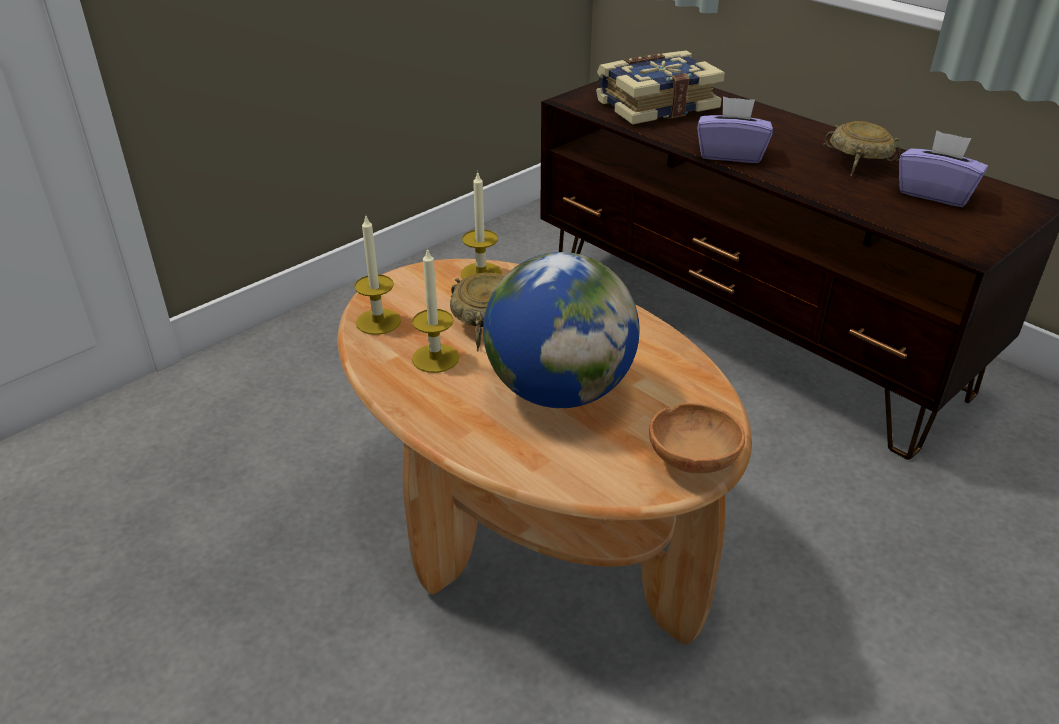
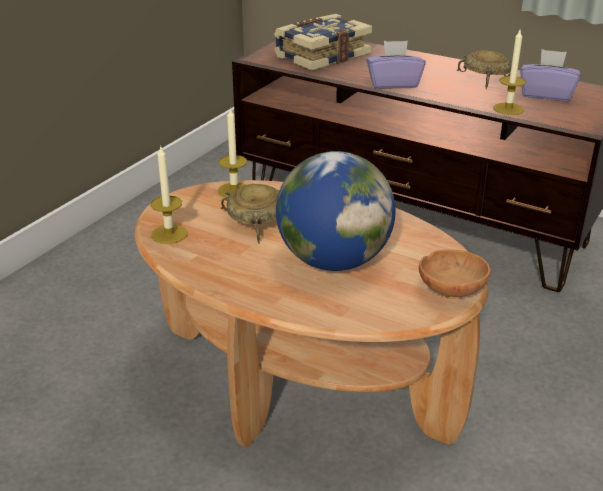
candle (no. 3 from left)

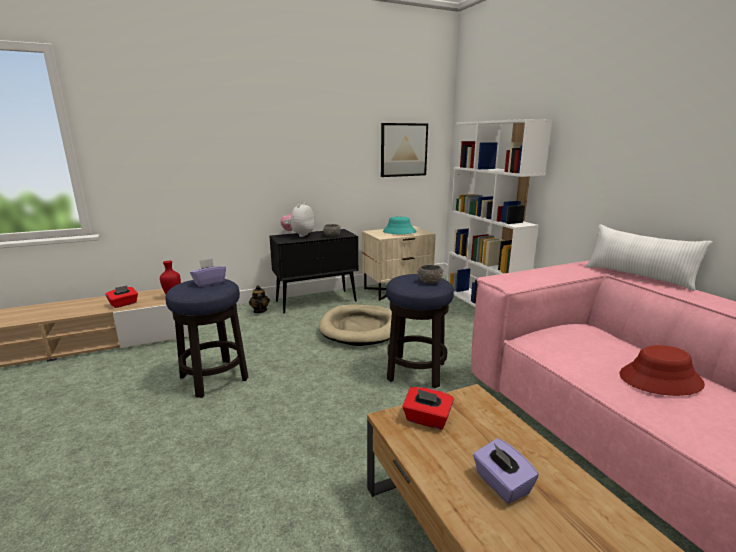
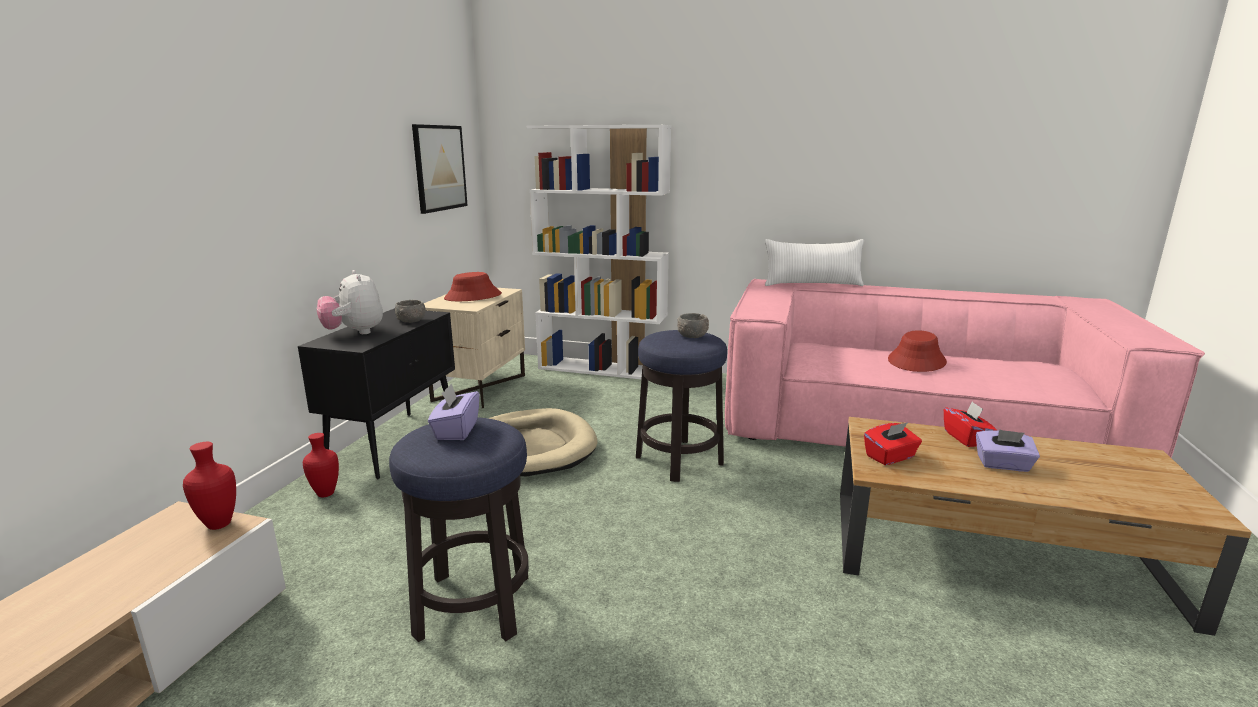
tissue box (red) (no. 2 from left); vase (red) (no. 2 from left); hat (red) (no. 1 from left)

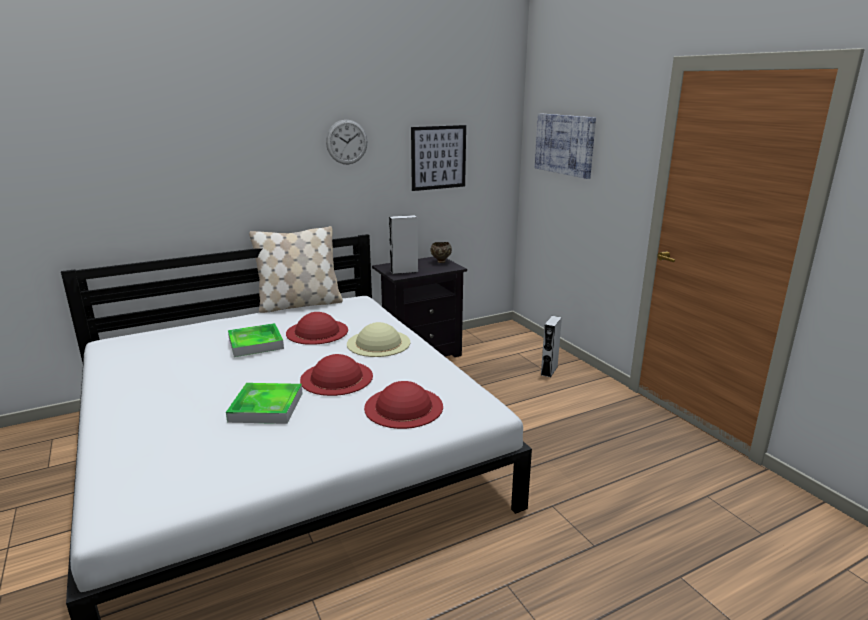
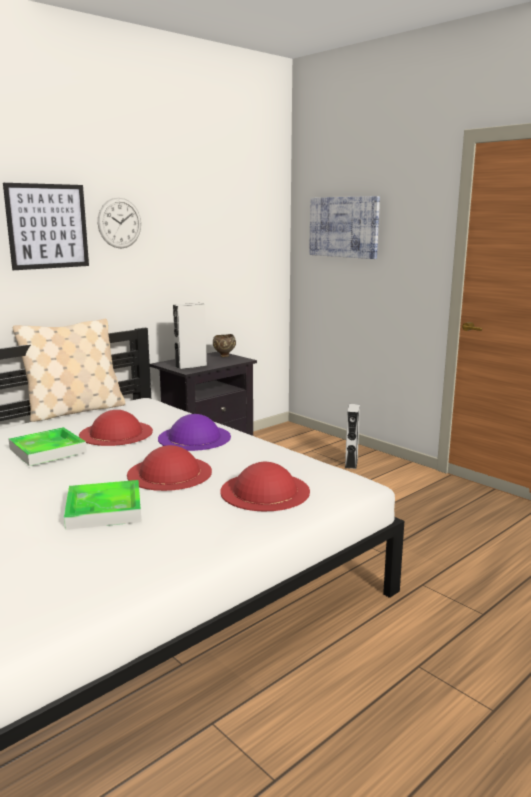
hat (purple); picture (no. 1 from left)

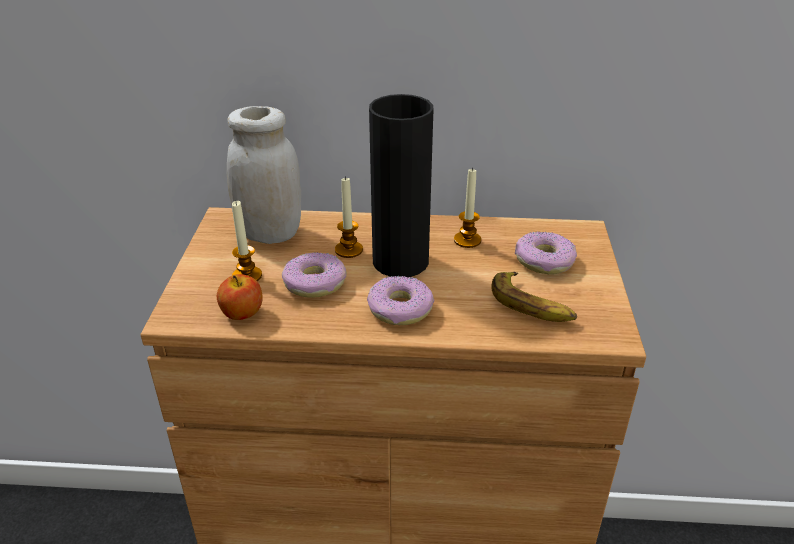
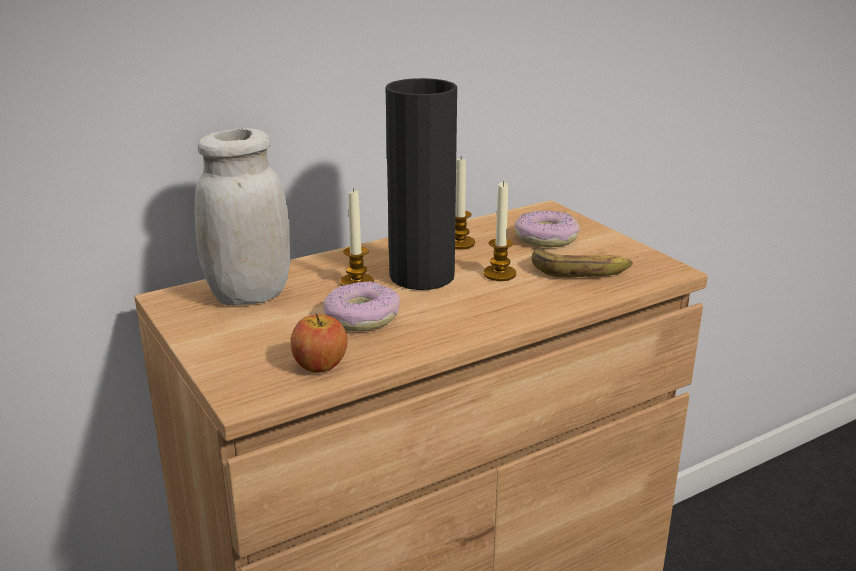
candle (no. 3 from left); donut (no. 2 from left in the first image)

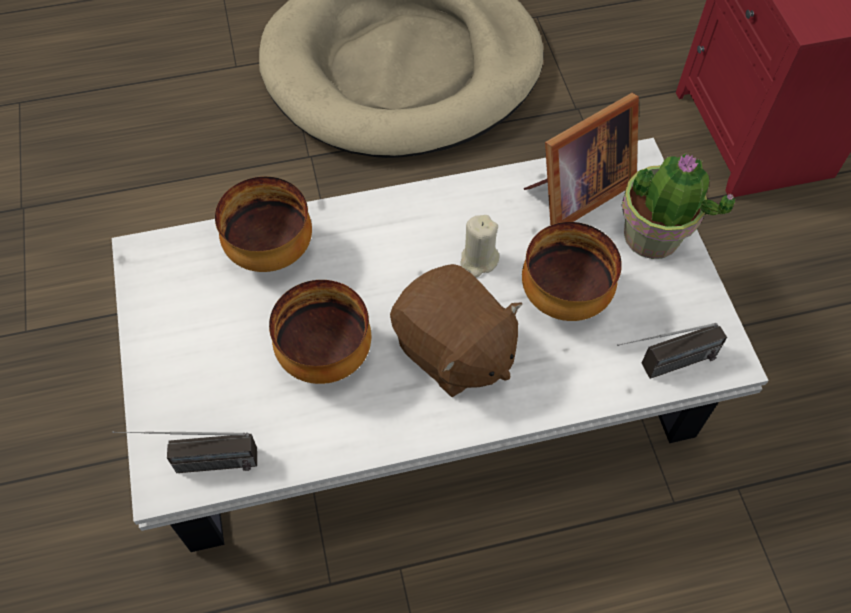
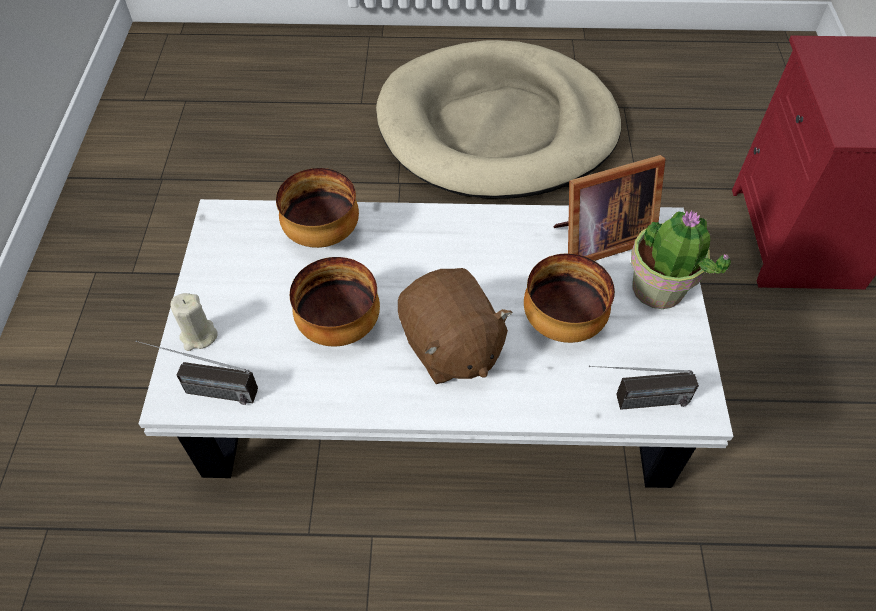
candle (beige)

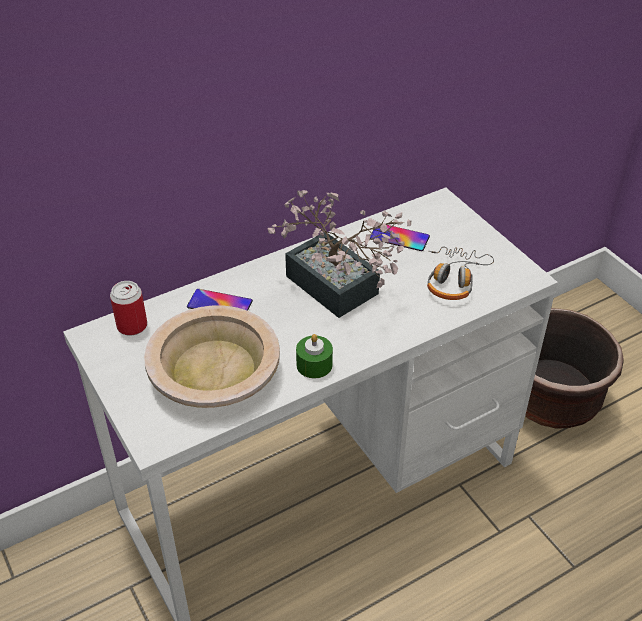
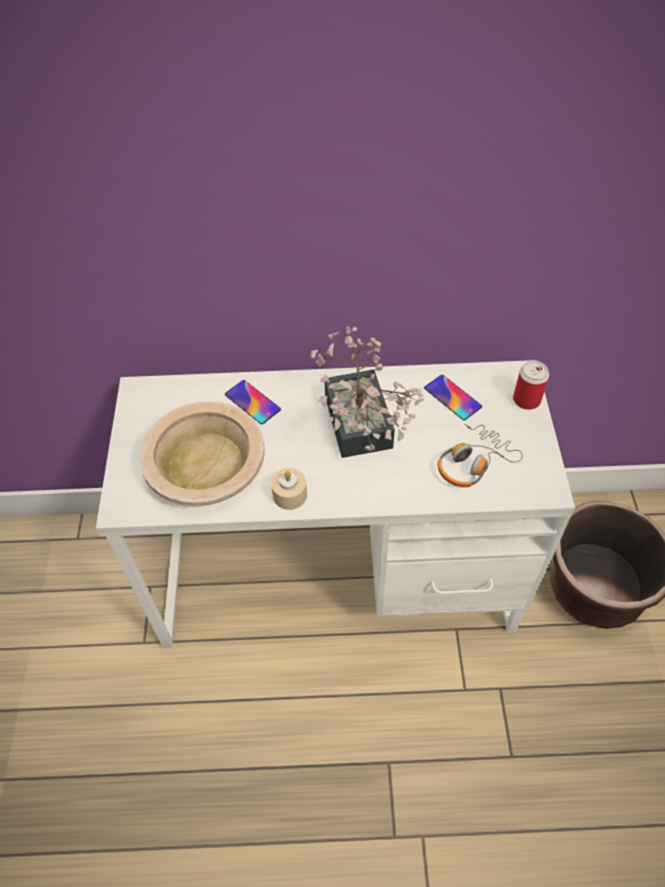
can; candle (beige)

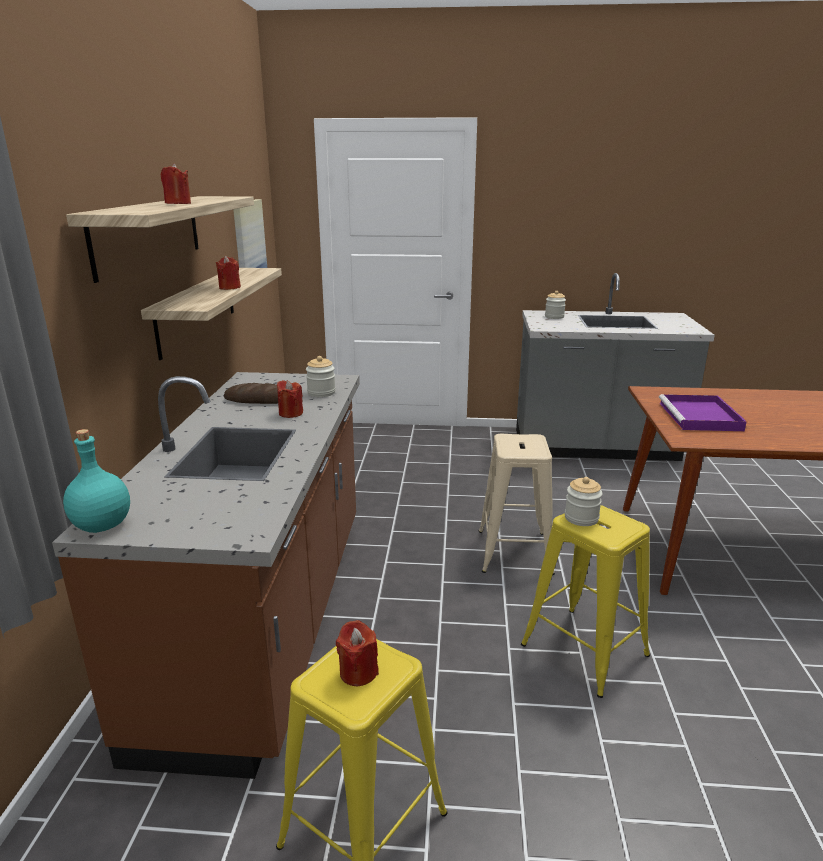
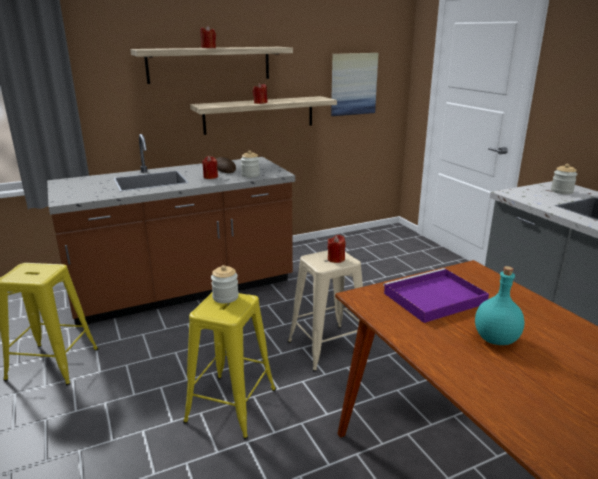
bottle (turquoise); candle (red) (no. 4 from left)

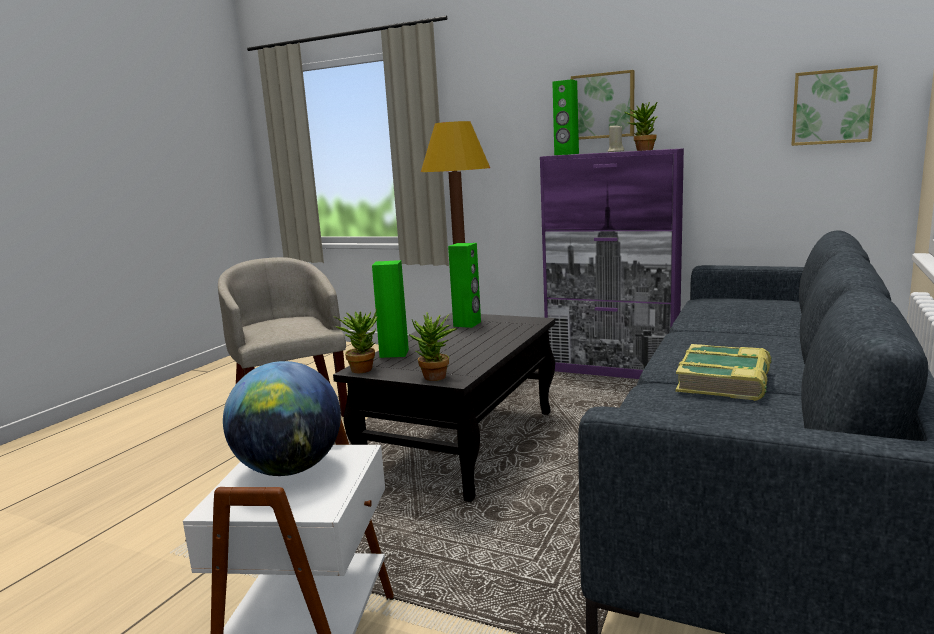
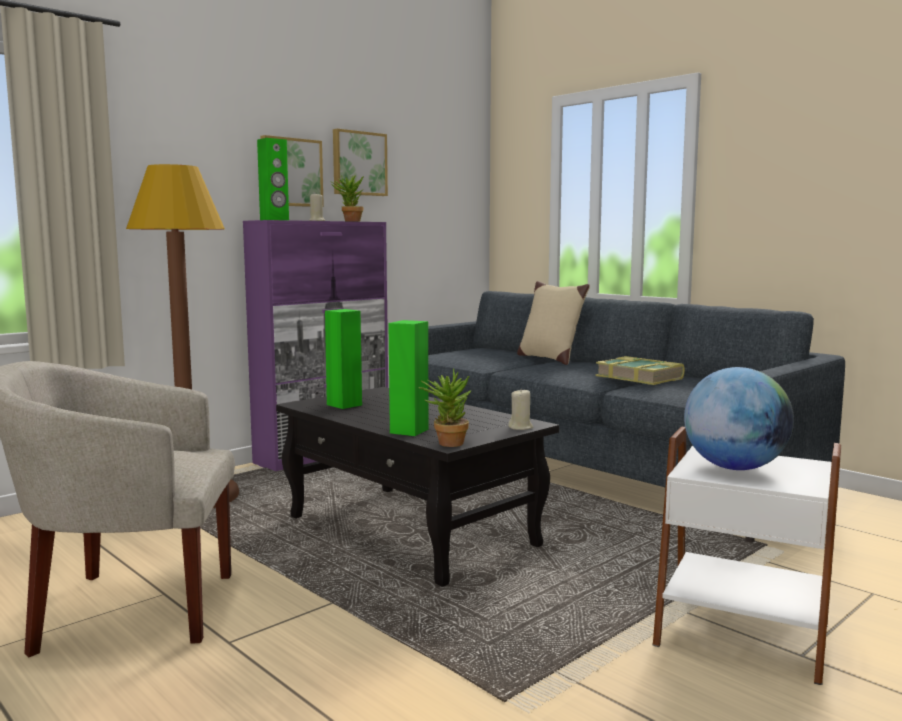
candle (beige) (no. 2 from left); picture (no. 2 from left); pillow (beige)

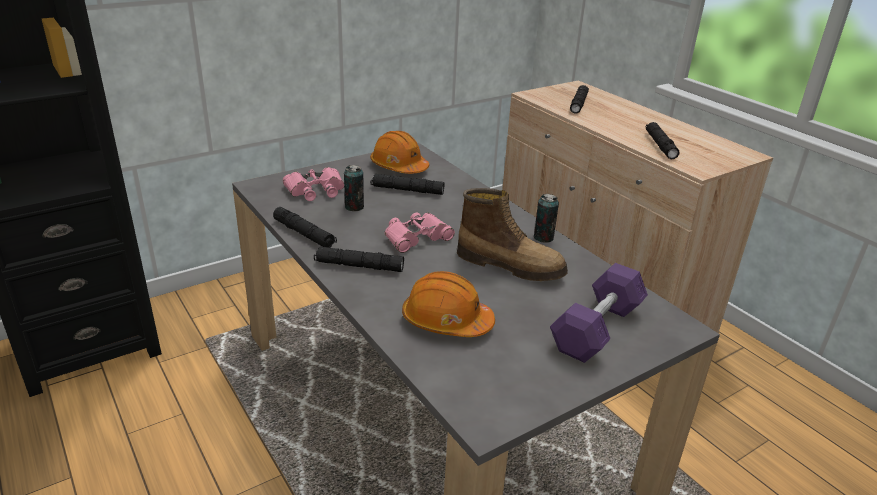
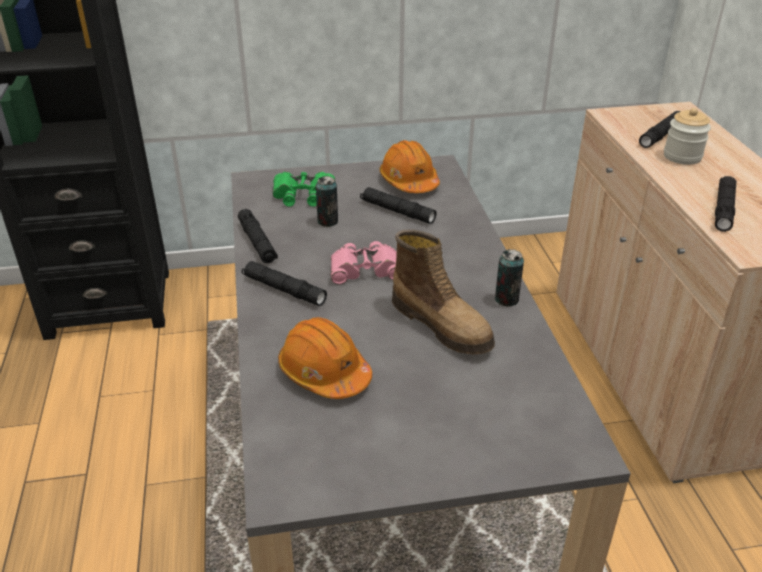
binoculars (green); dumbbell (purple); jar

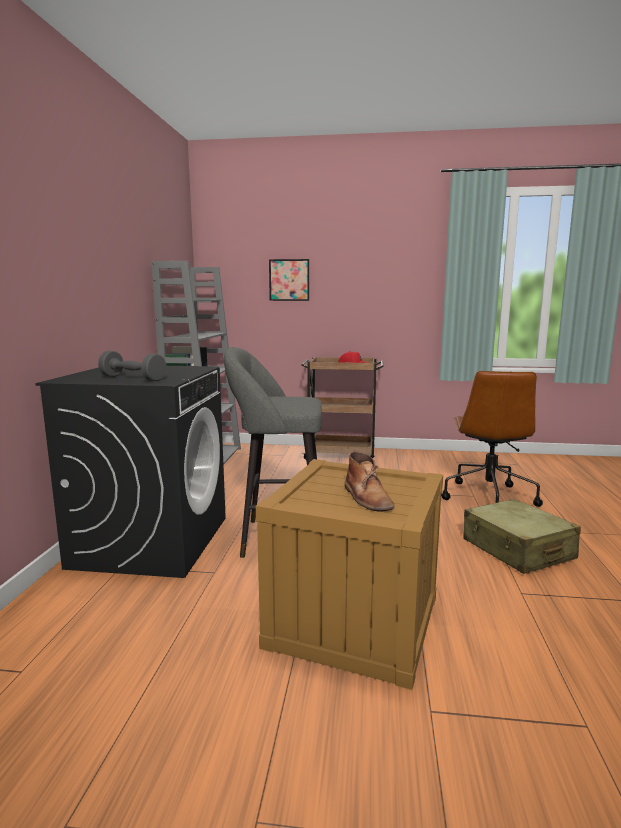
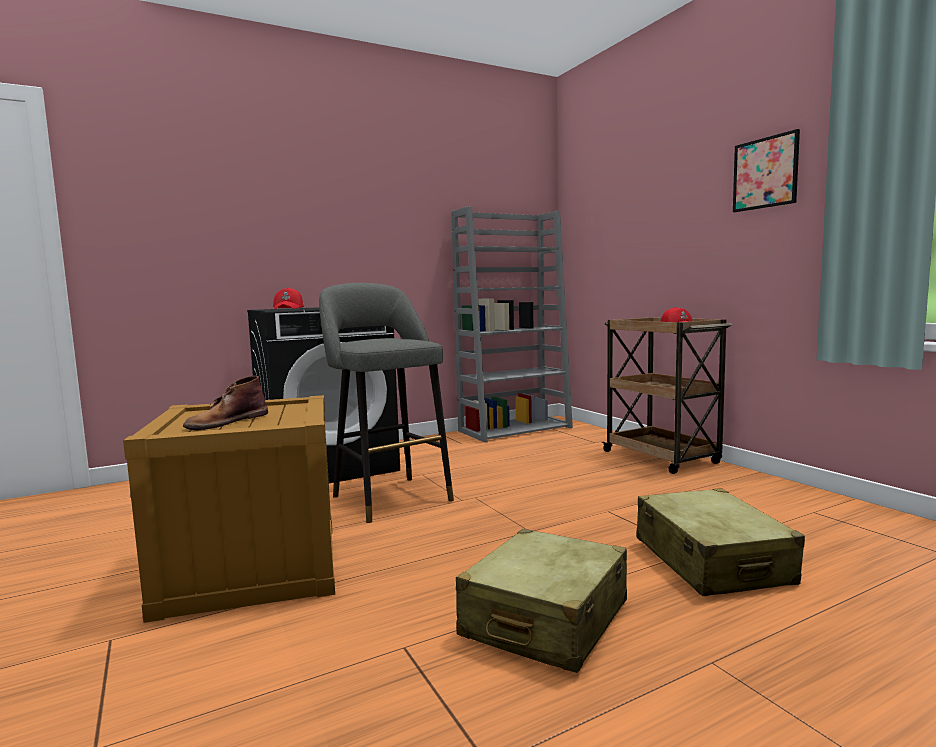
cap (red) (no. 1 from left); picture; suitcase (beige) (no. 2 from left)

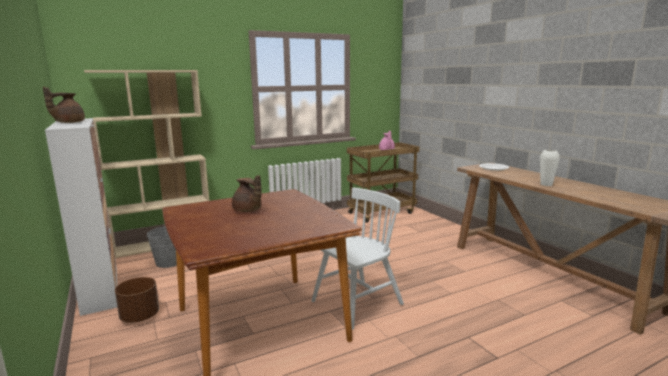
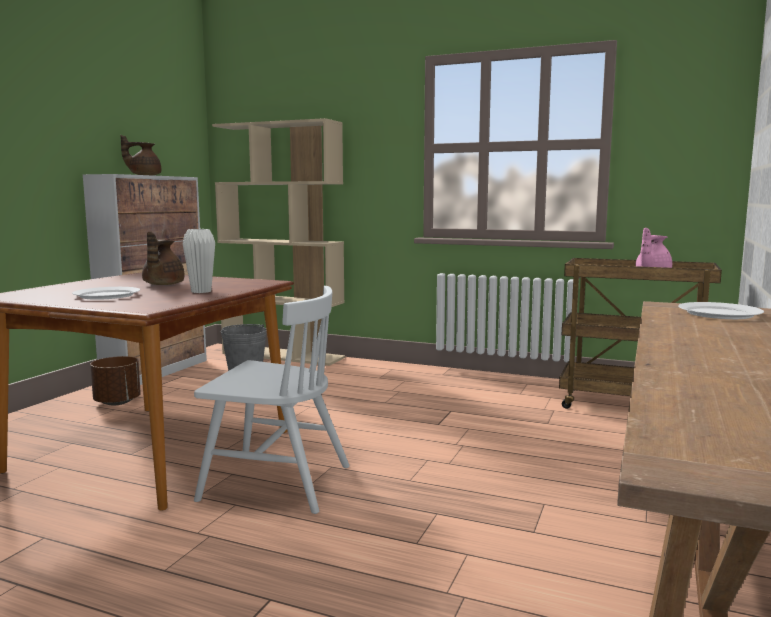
vase (white); plate (white) (no. 1 from left)

